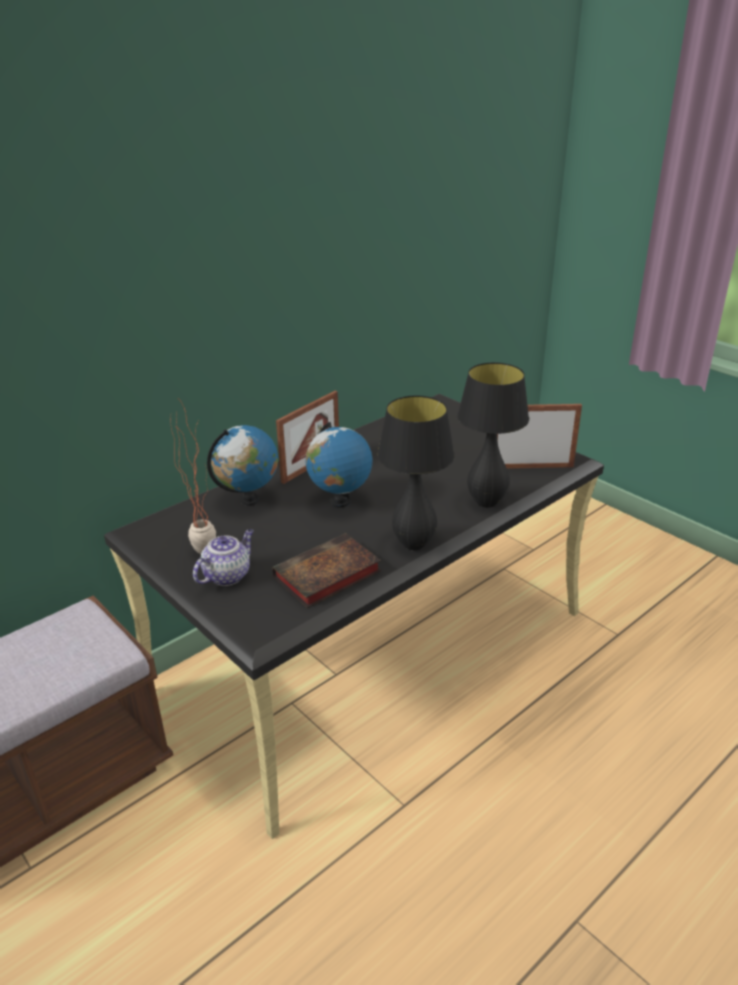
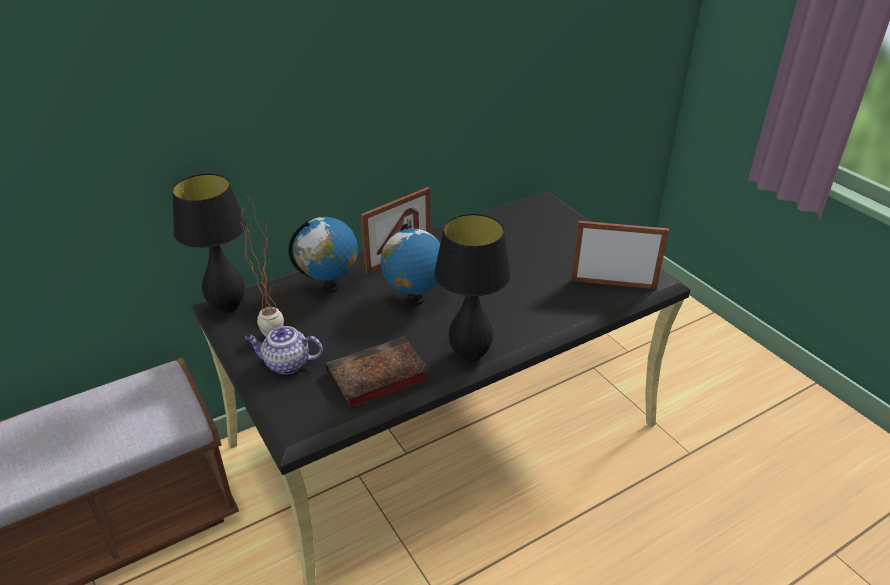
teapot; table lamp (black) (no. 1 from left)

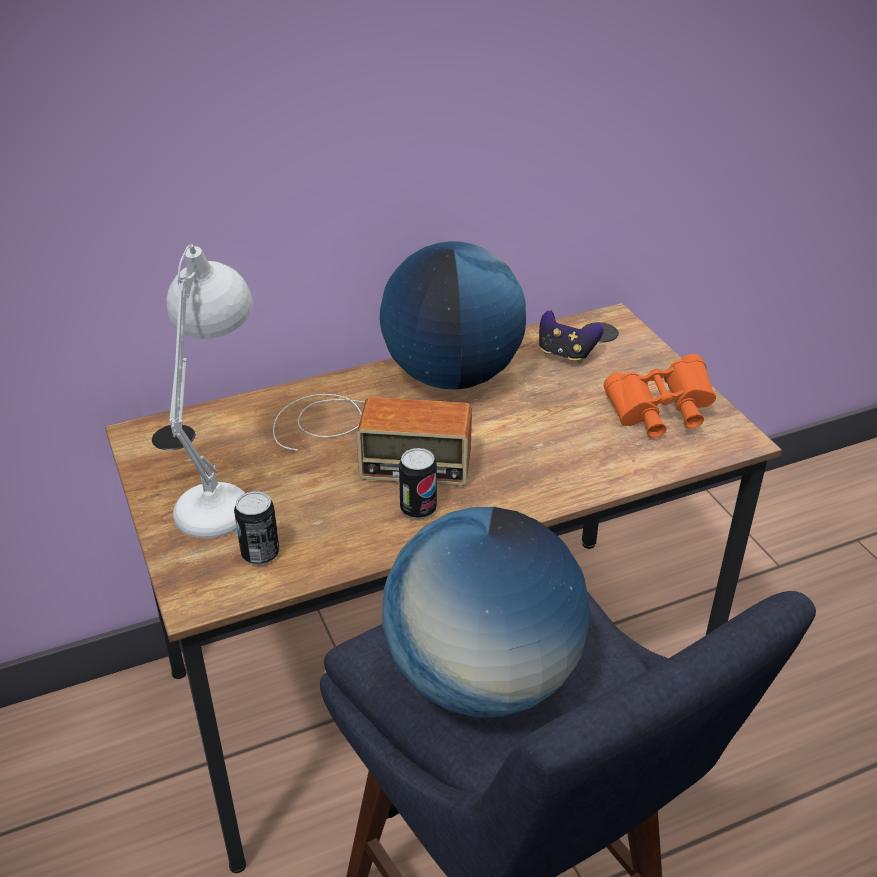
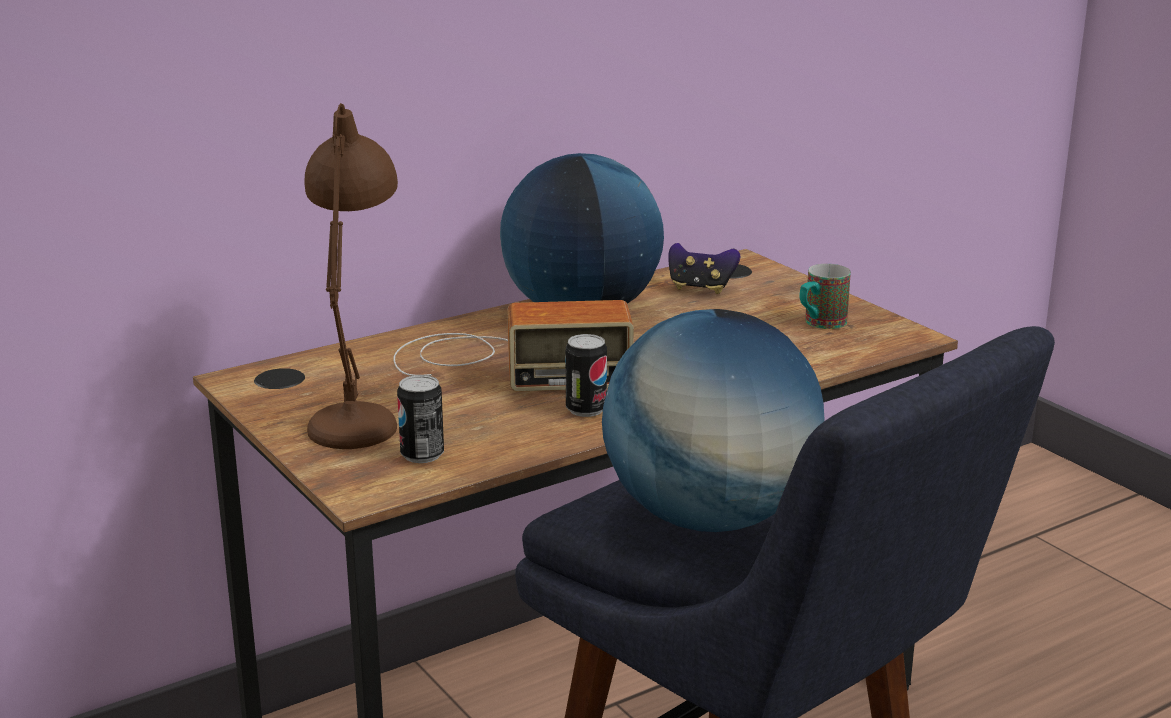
table lamp (brown); mug

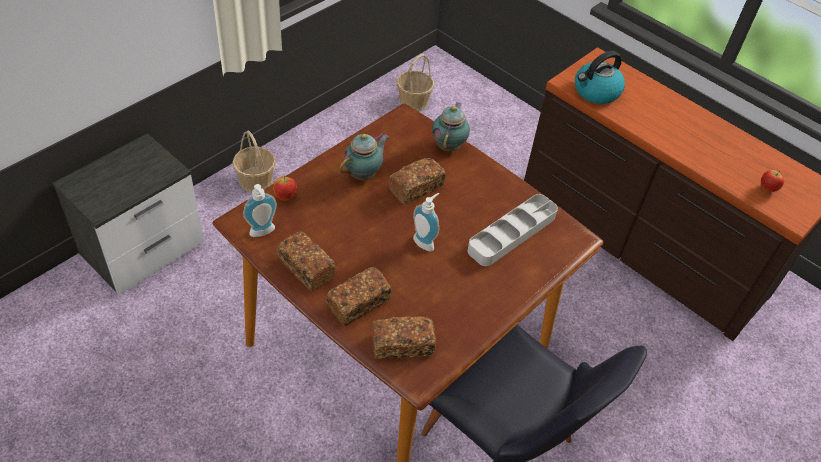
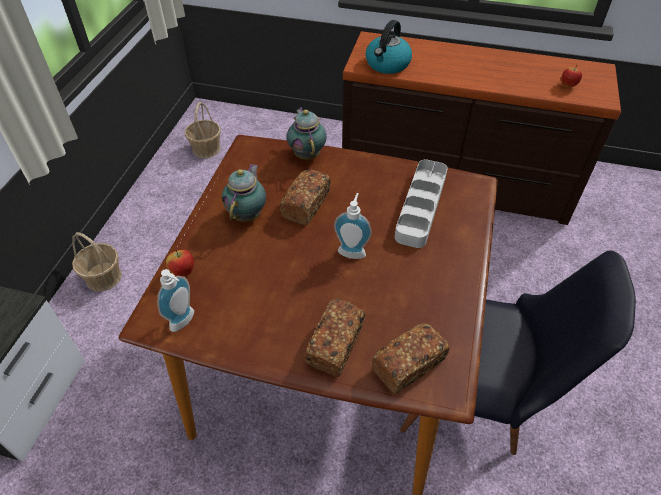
bread (no. 1 from left in the first image)

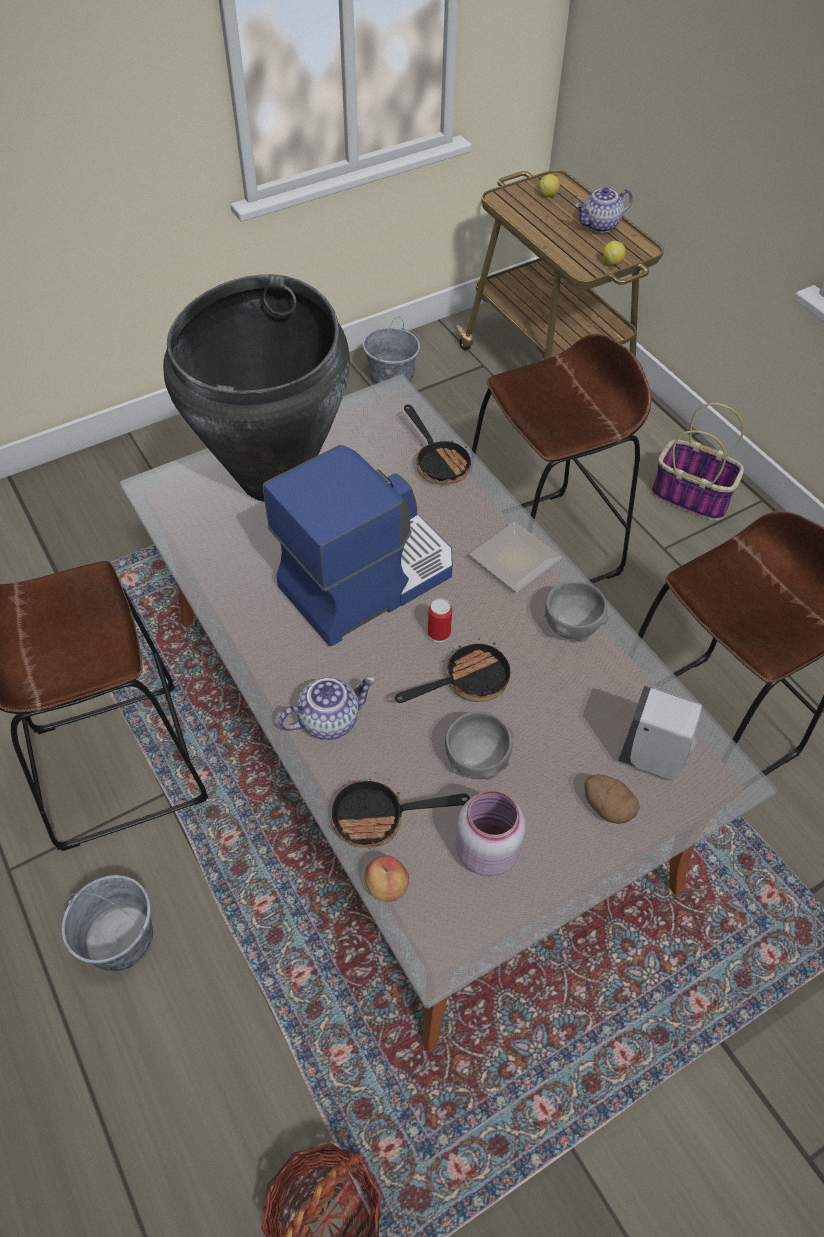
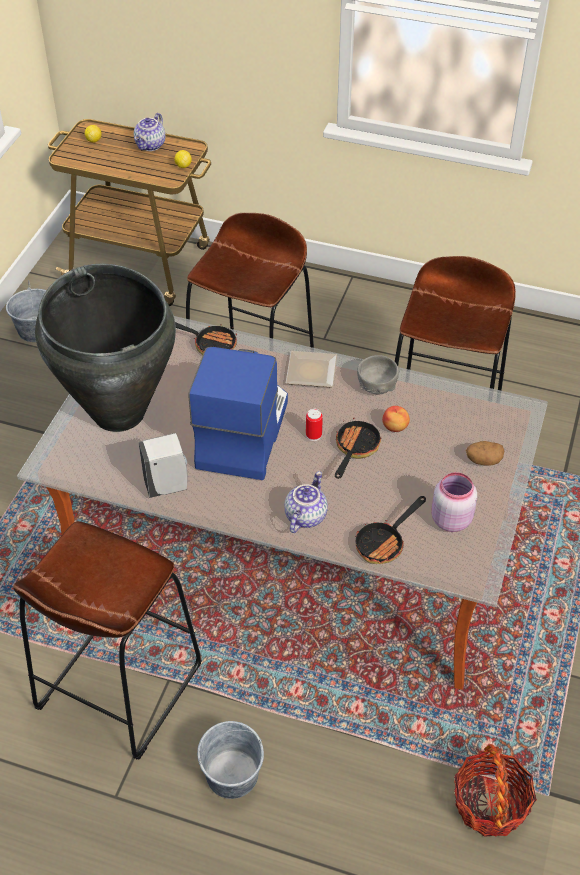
apple; bowl (grey) (no. 1 from left in the first image); soap dispenser (white); basket (no. 2 from left in the first image)

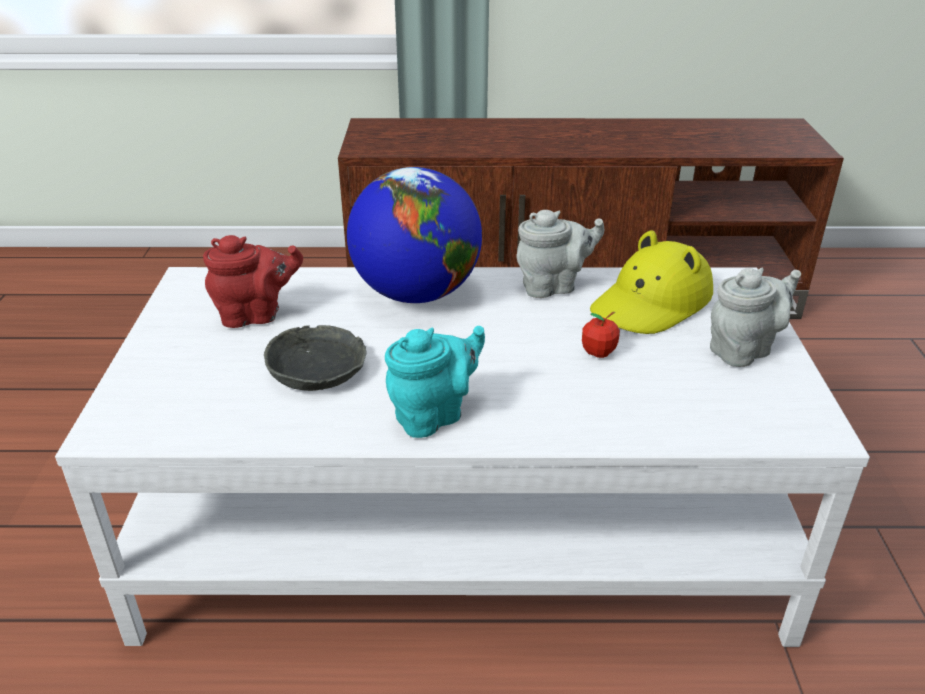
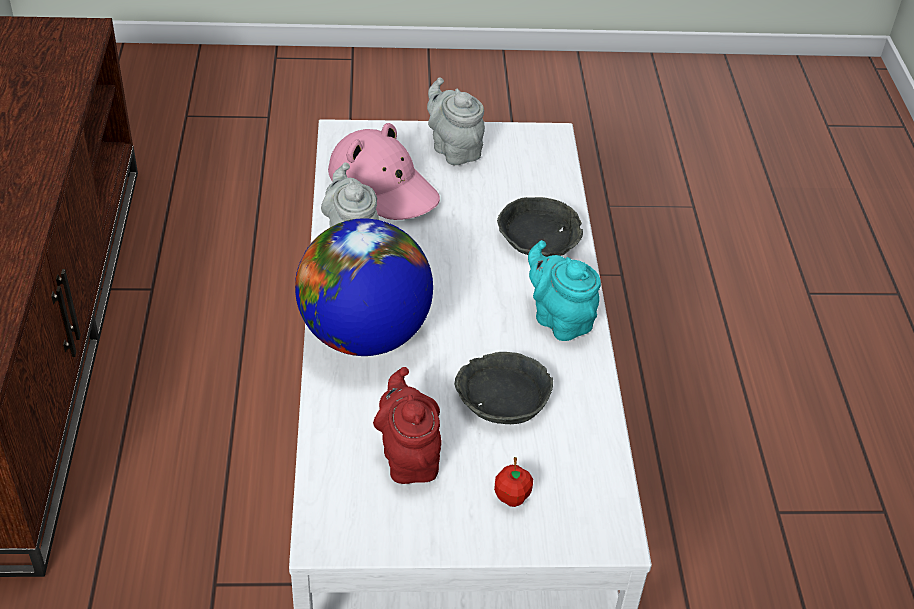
apple; hat (pink); bowl (grey) (no. 2 from left)

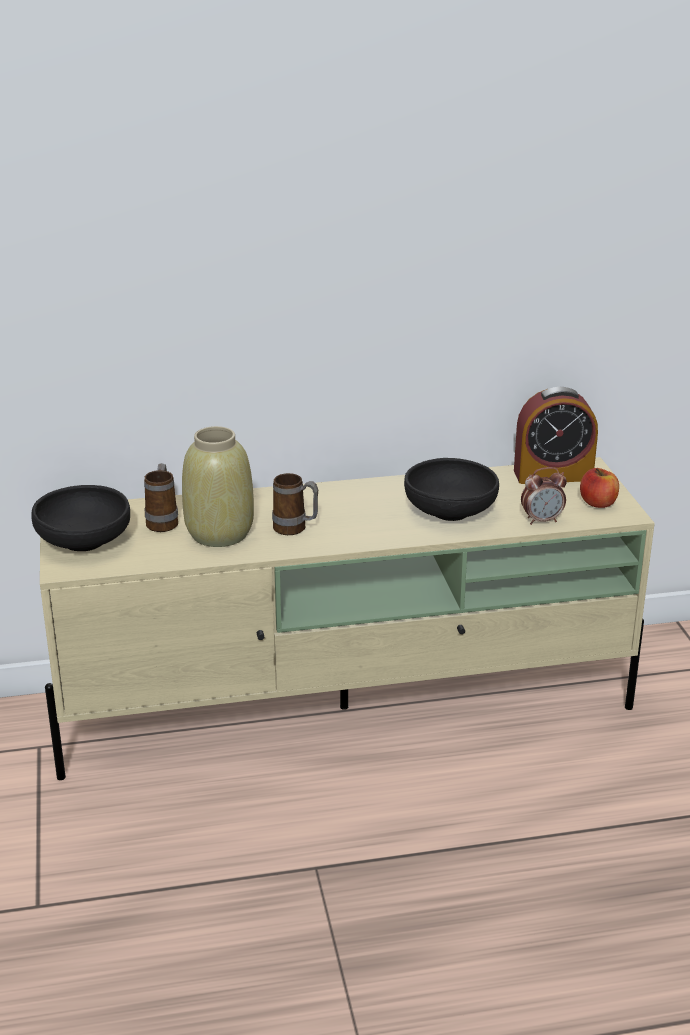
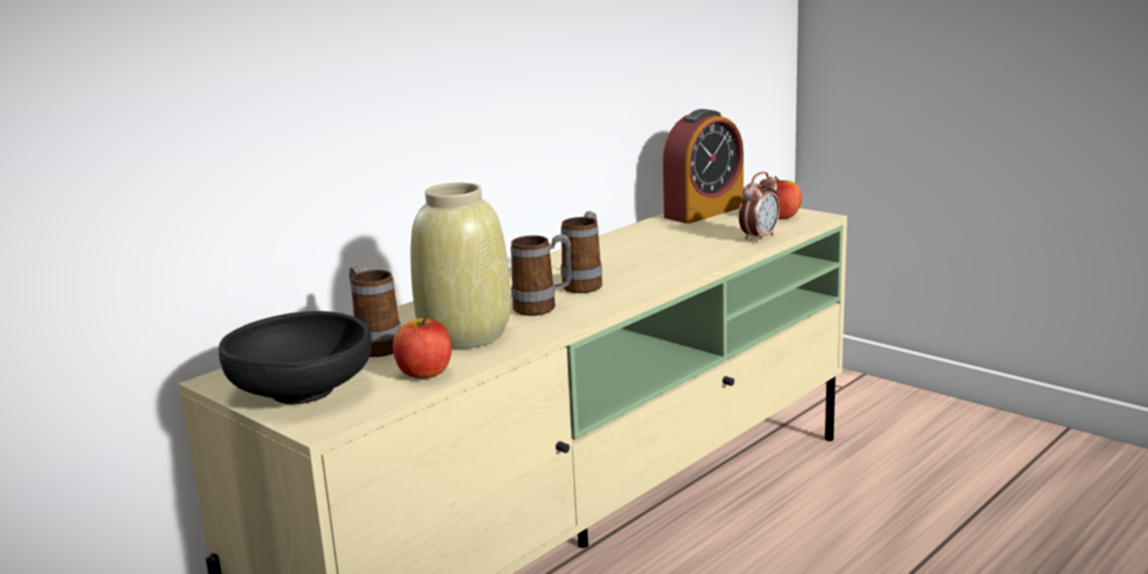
bowl (black) (no. 2 from left in the first image); apple (no. 1 from left); mug (no. 3 from left)

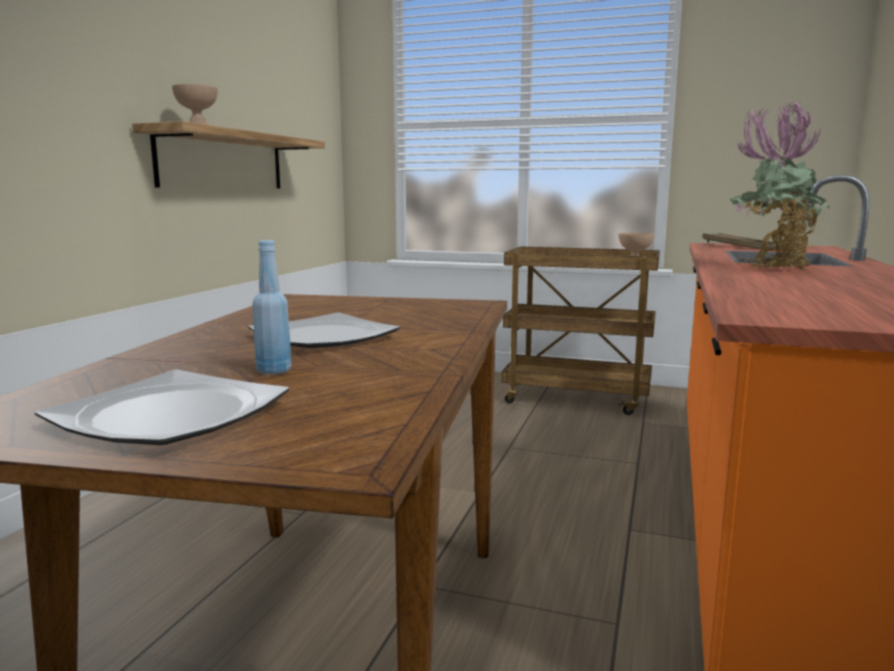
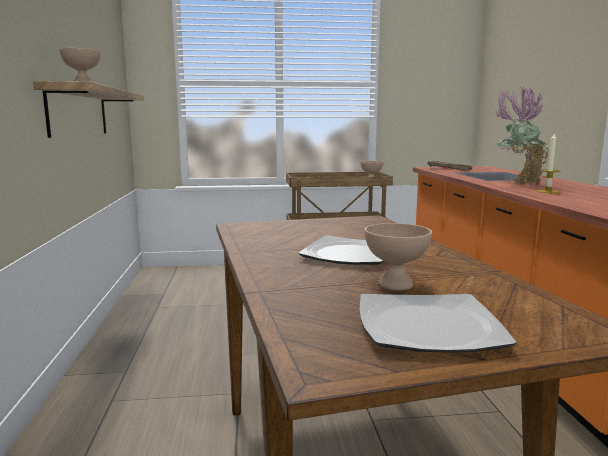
bowl (beige) (no. 3 from left); candle

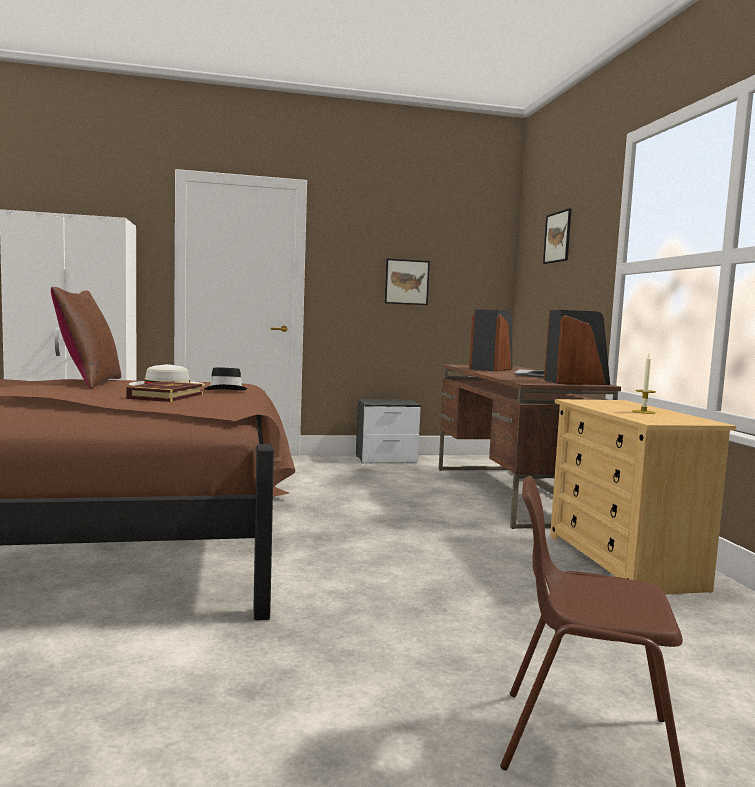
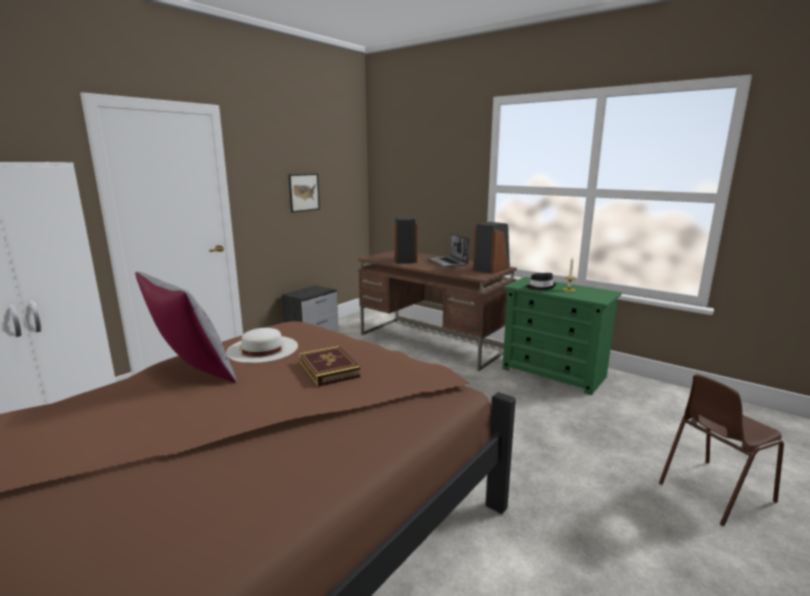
pillow (grey); hat (black); picture (no. 2 from left in the first image); dresser (green)

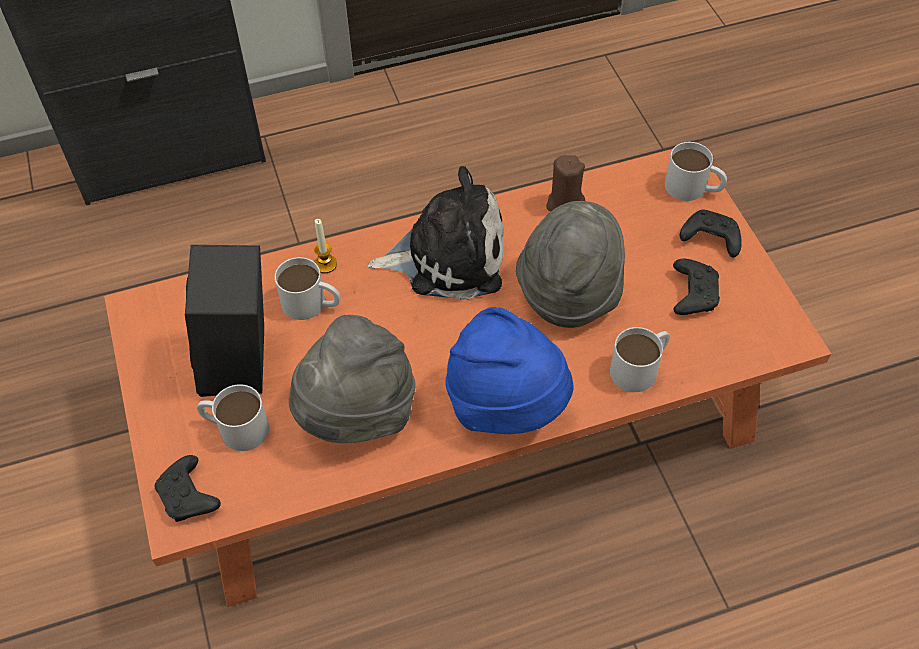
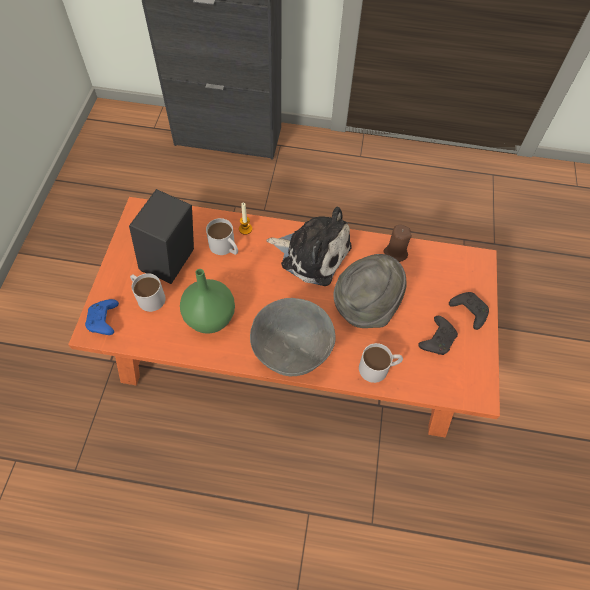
game controller (blue); vase (green); bowl (grey); mug (white) (no. 4 from left in the first image)

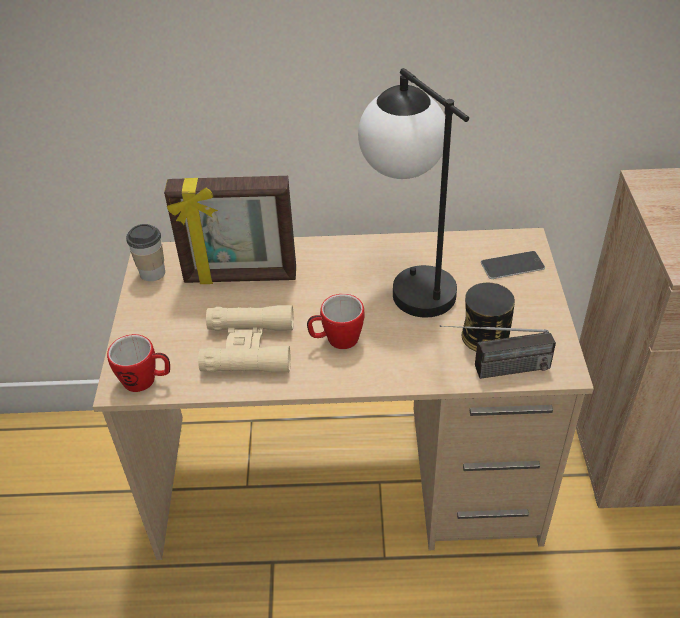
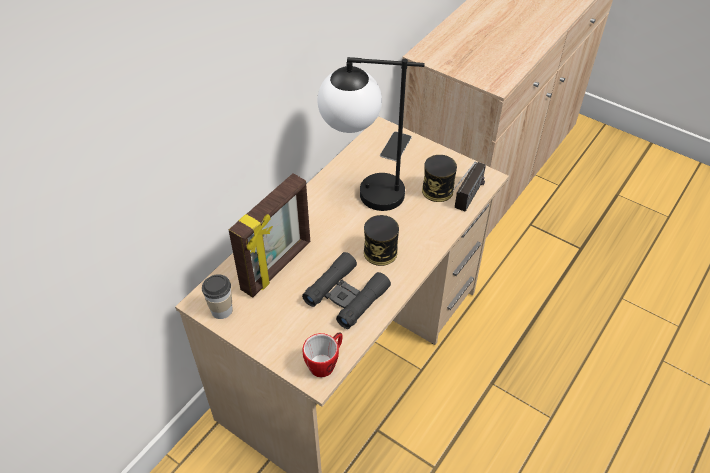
binoculars (black); can (no. 1 from left)

